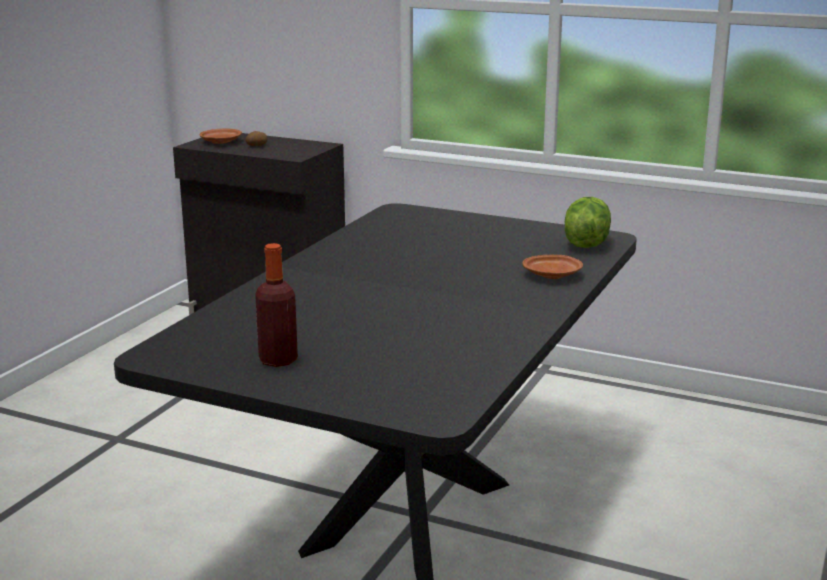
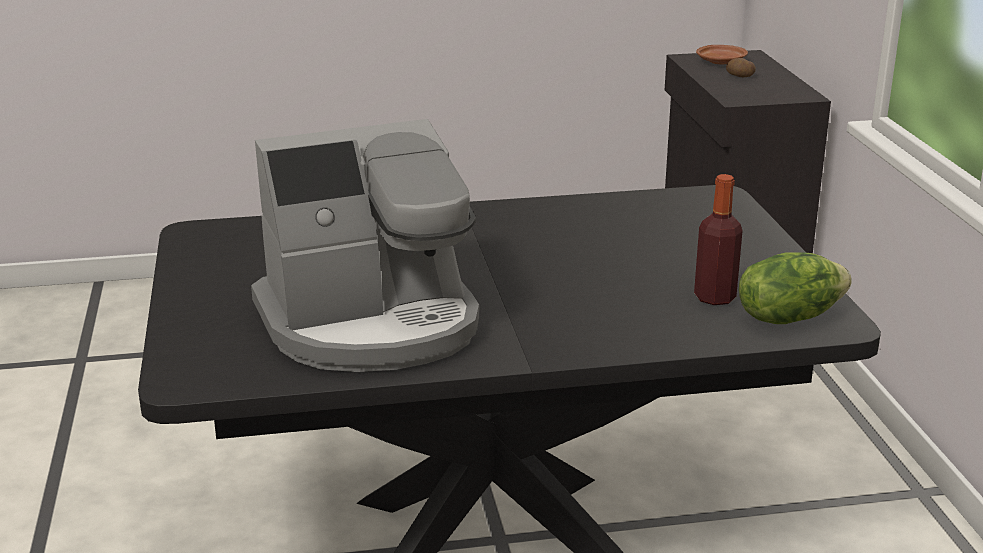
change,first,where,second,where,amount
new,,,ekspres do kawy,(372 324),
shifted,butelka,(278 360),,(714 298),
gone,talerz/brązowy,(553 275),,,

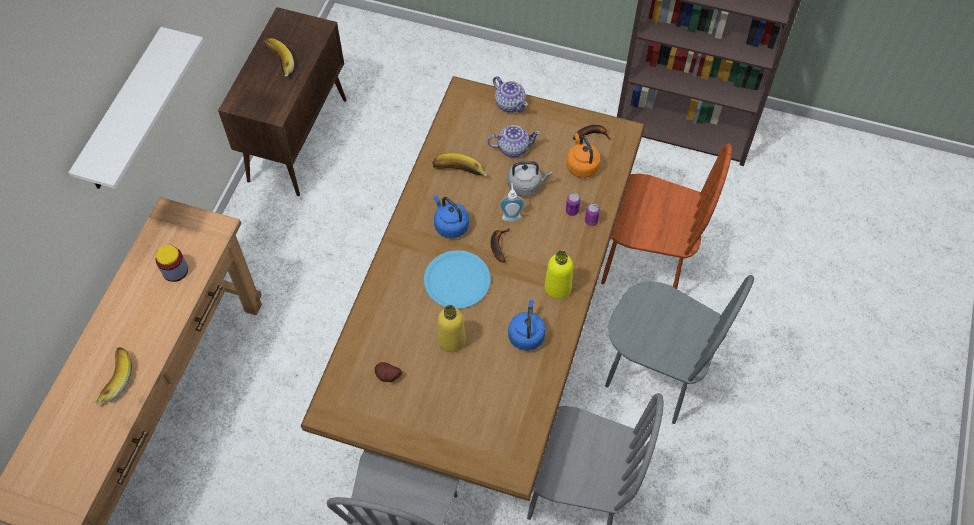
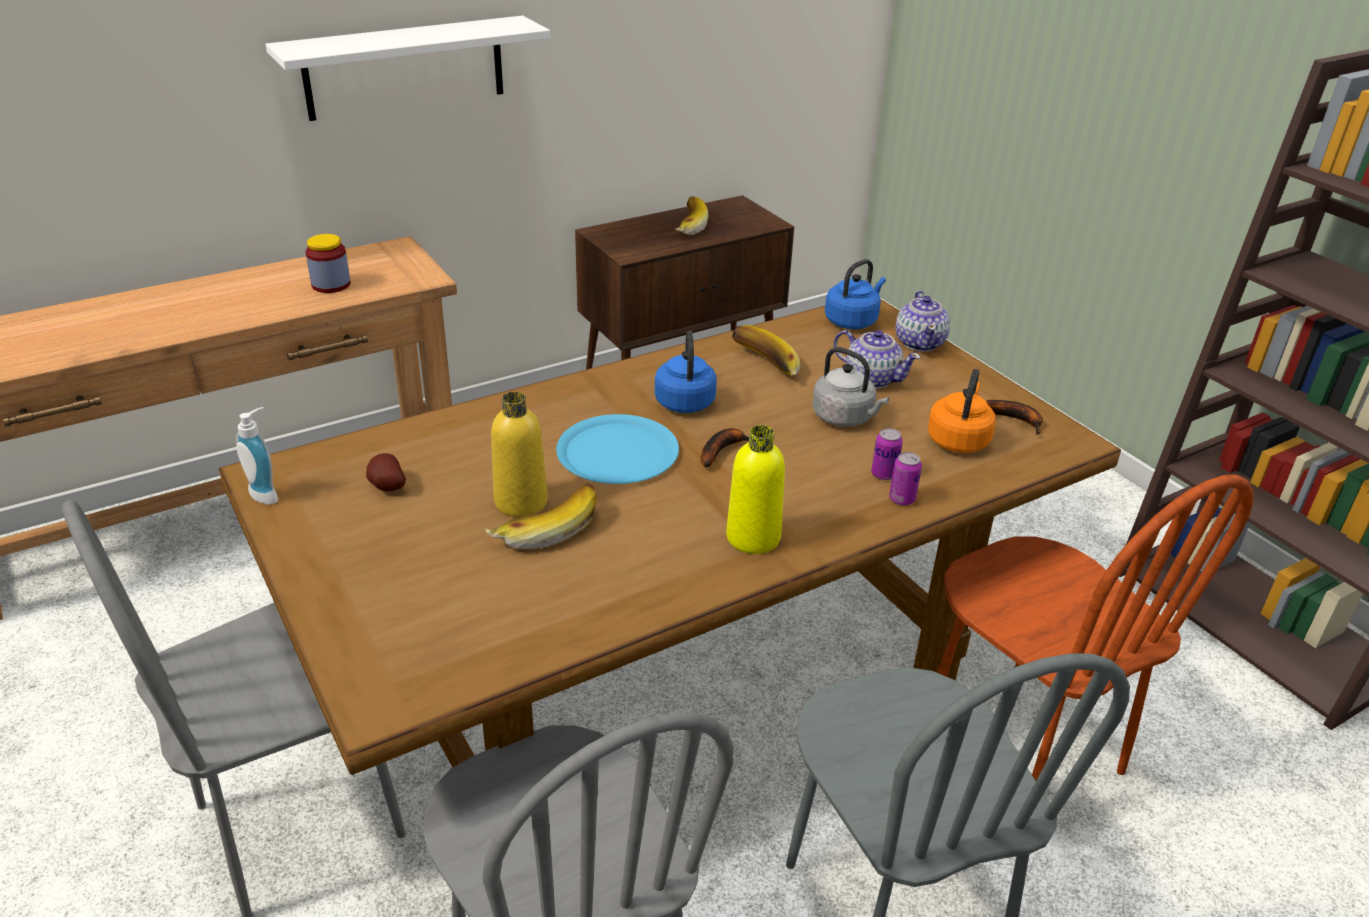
change,first,where,second,where,amount
shifted,dozownik mydła,(511 216),,(267 494),
shifted,banan,(113 379),,(545 527),
shifted,czajnik/niebieski,(526 334),,(852 321),

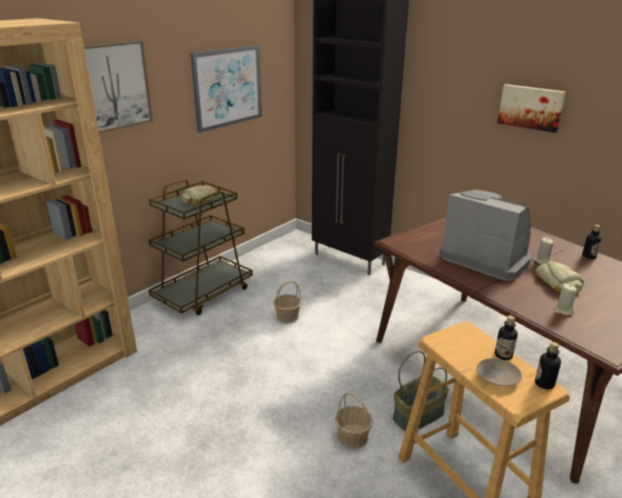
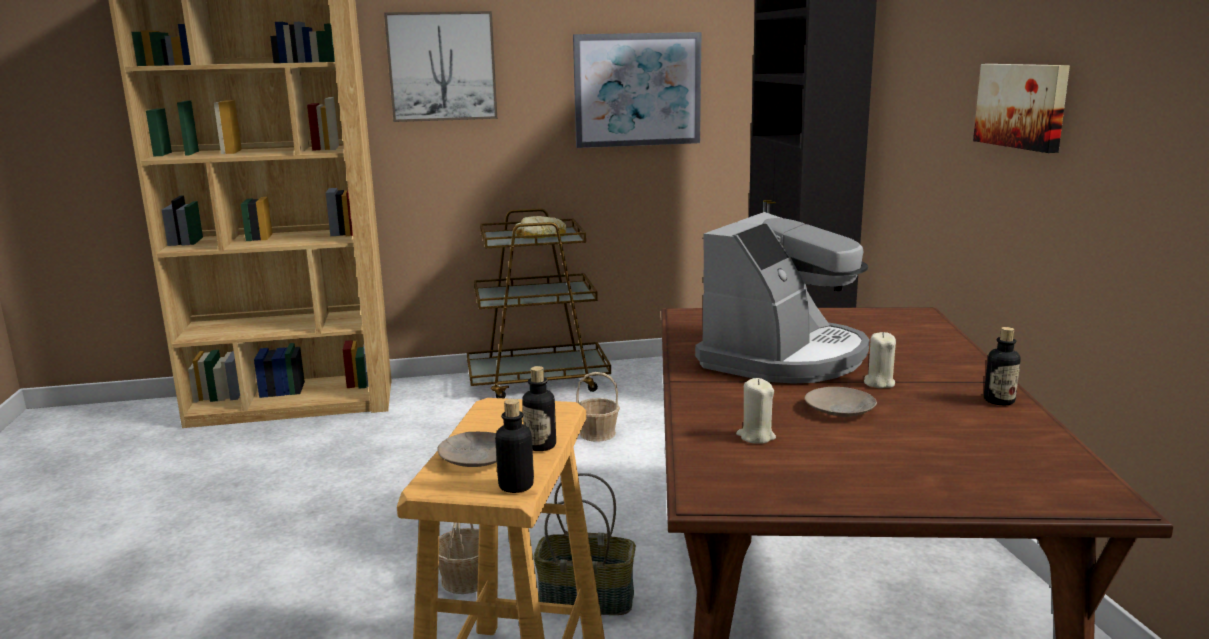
change,first,where,second,where,amount
rotated,ekspres do kawy,(486 258),,(784 357),45 degrees clockwise
swapped,chleb,(558 282),talerz/beżowy,(840 410),

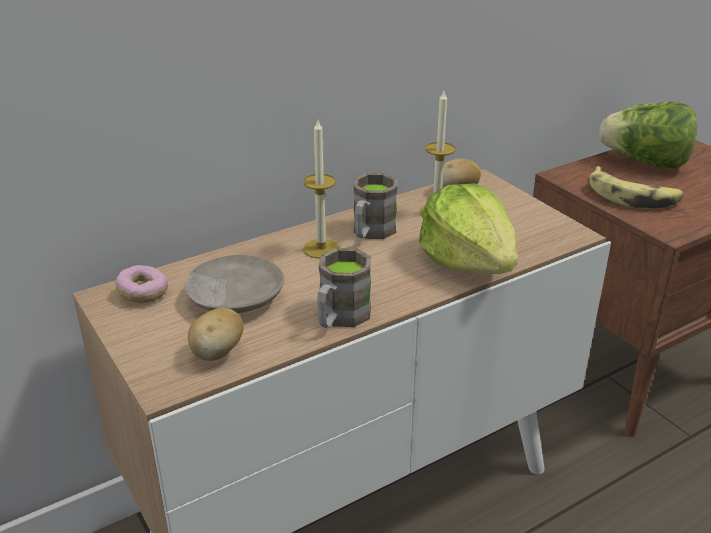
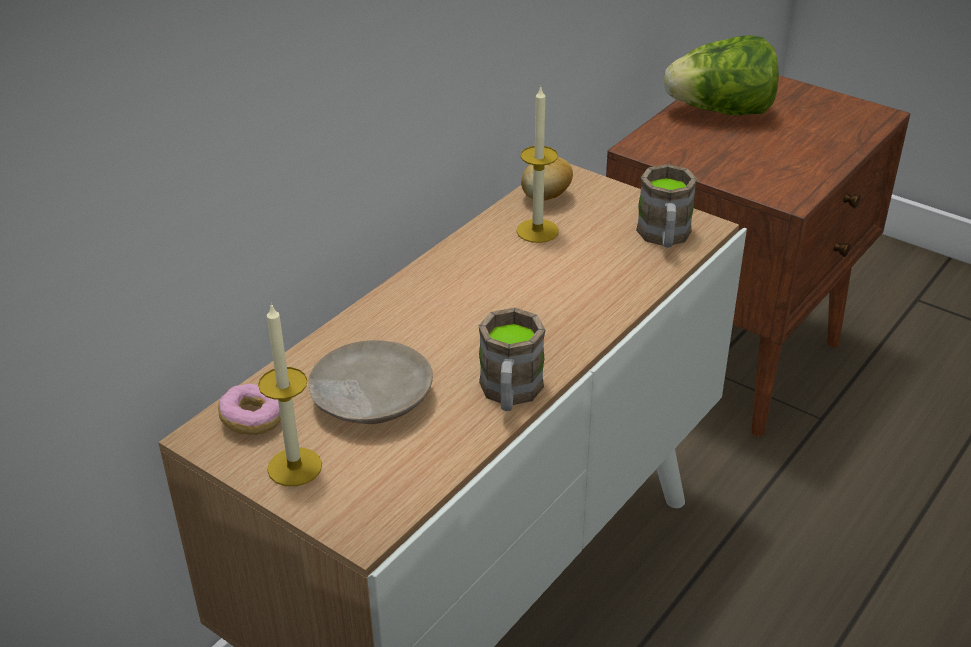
change,first,where,second,where,amount
shifted,świeca,(321 248),,(294 467),
shifted,kubek/brązowy,(370 232),,(664 237),
gone,ziemniak,(217 353),,,
gone,sałata,(468 261),,,
gone,banan,(632 197),,,

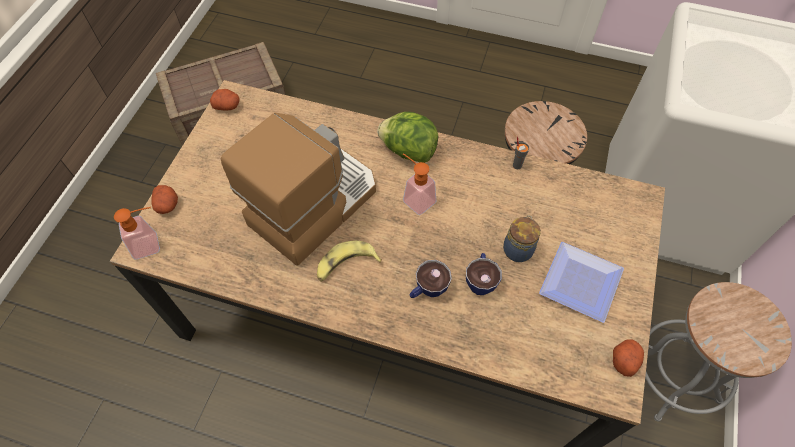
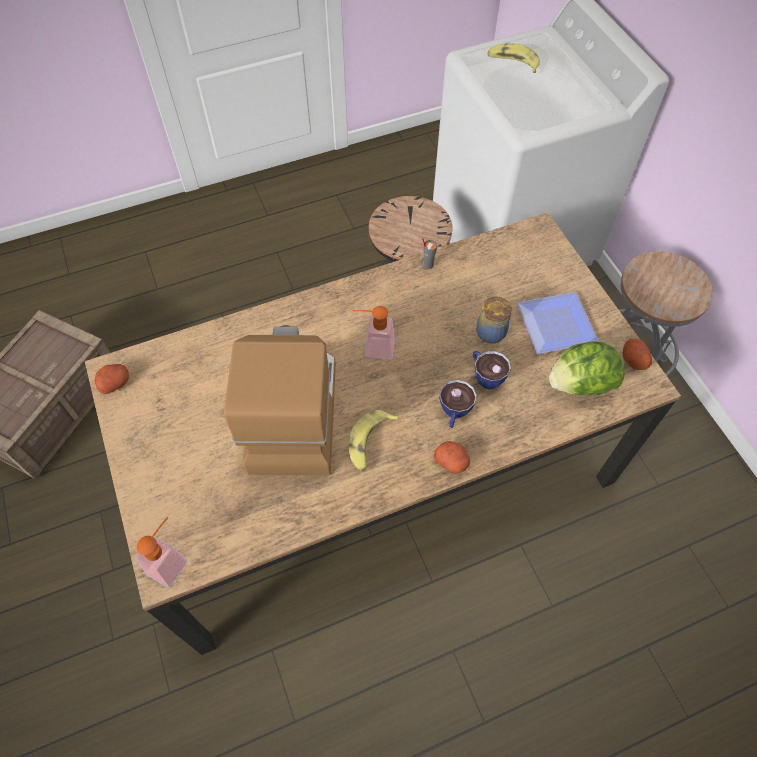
change,first,where,second,where,amount
shifted,ziemniak,(167 205),,(452 461),
new,,,banan,(512 63),
shifted,sałata,(408 150),,(580 384),

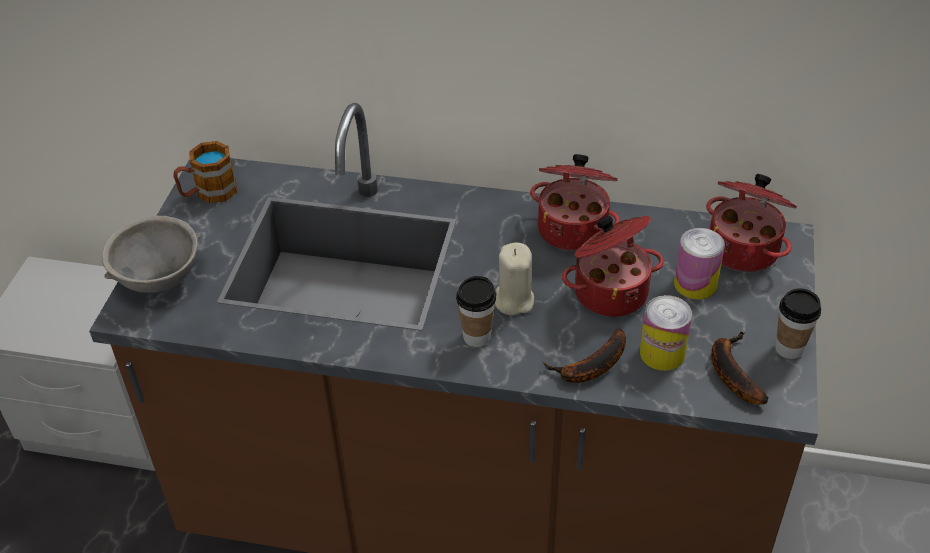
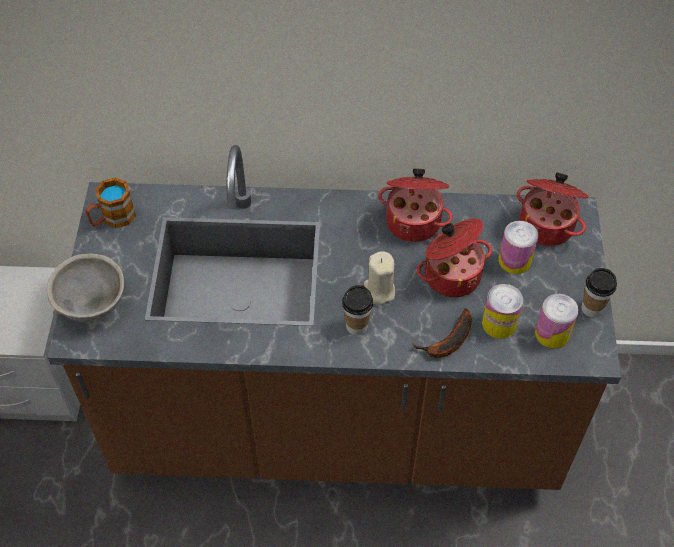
change,first,where,second,where,amount
swapped,banan,(731 372),puszka,(552 333),

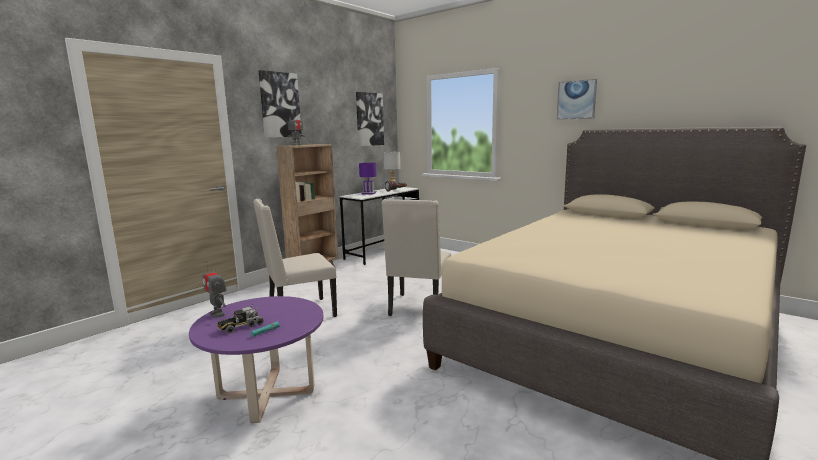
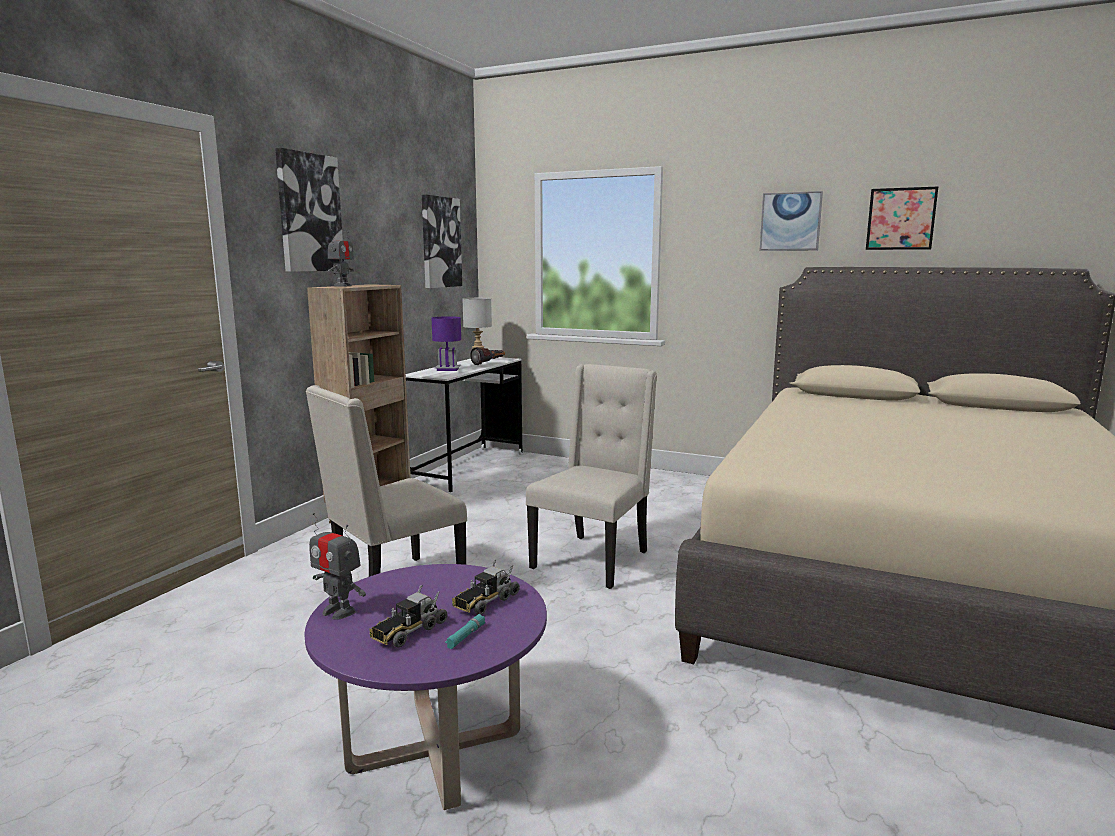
change,first,where,second,where,amount
new,,,ciężarówka zabawkowa,(485 602),
rotated,krzesło/beżowy,(418 307),,(592 559),150 degrees counterclockwise
new,,,obraz,(901 219),

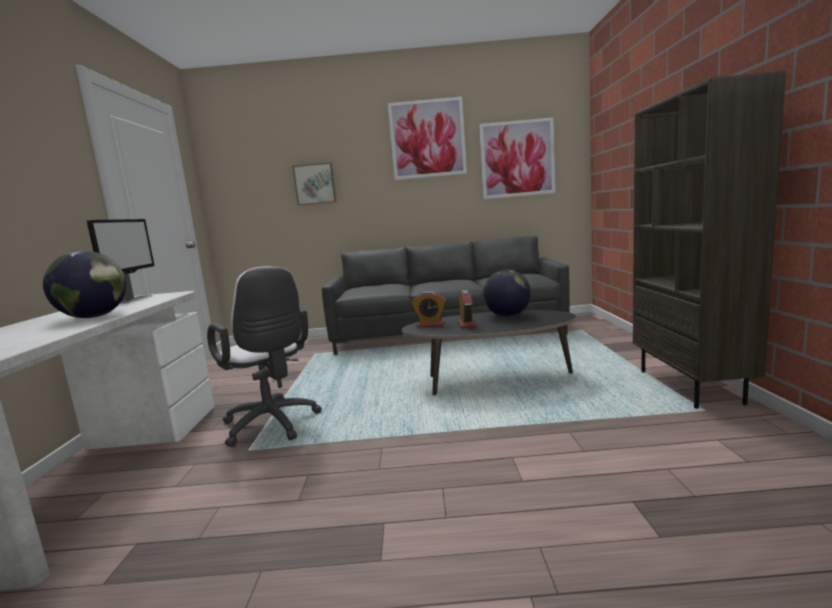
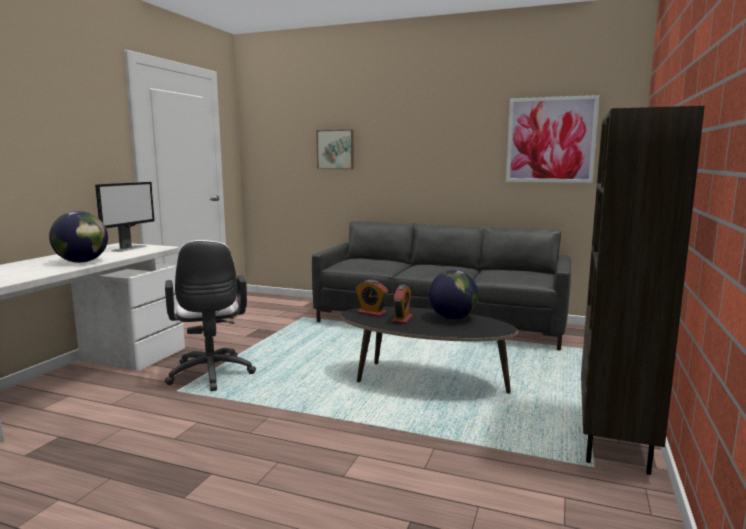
change,first,where,second,where,amount
gone,obraz,(427 139),,,

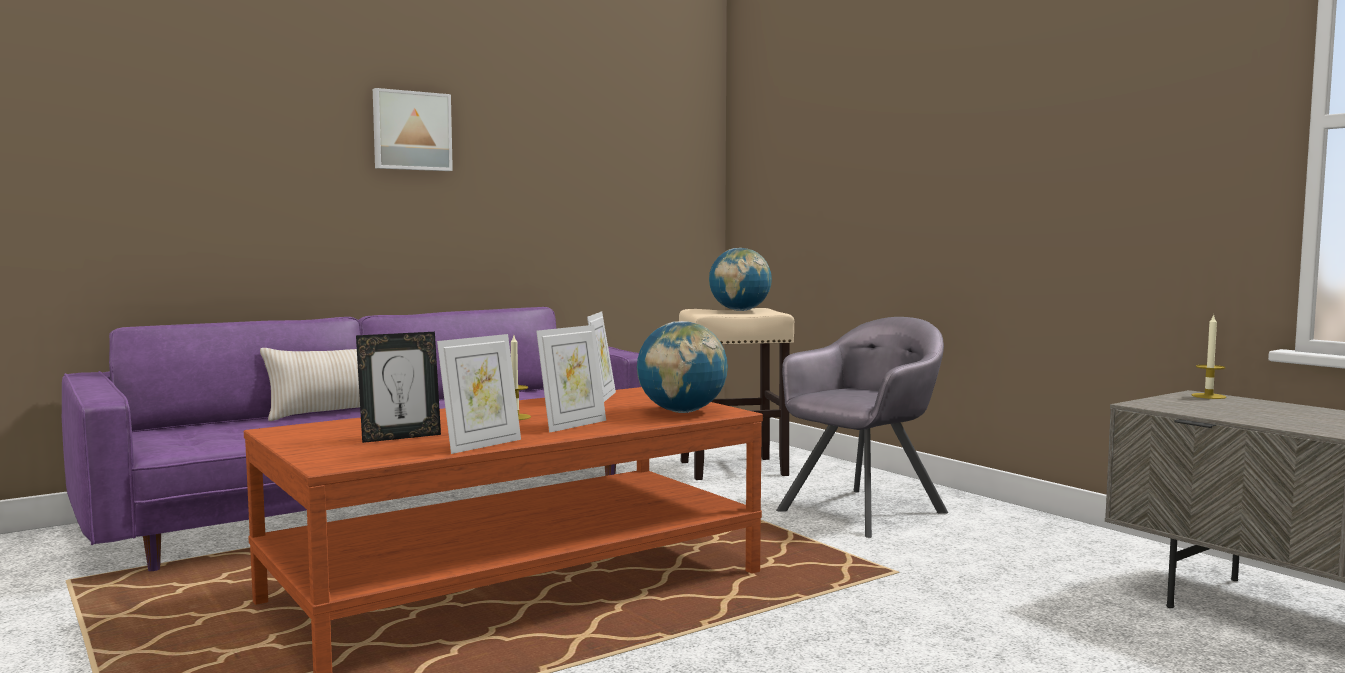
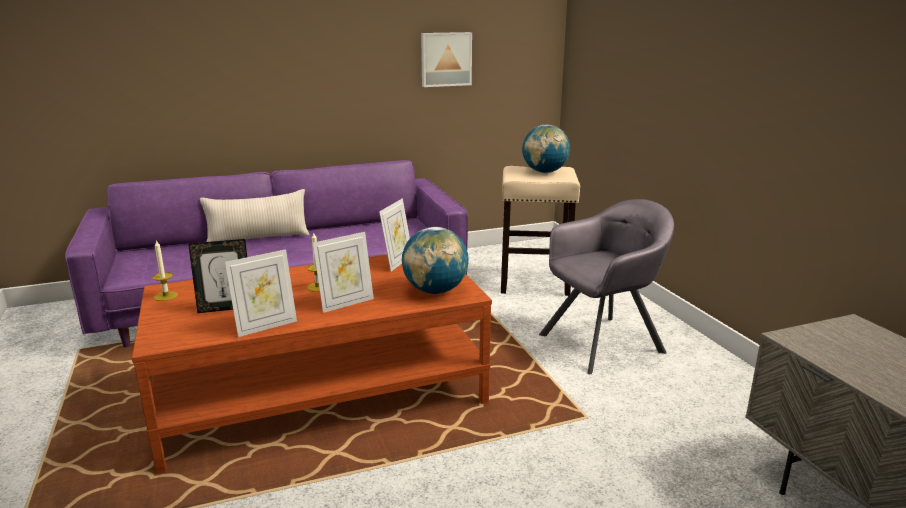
change,first,where,second,where,amount
shifted,świeca,(1208 396),,(166 296),
shifted,obraz,(411 131),,(445 59),

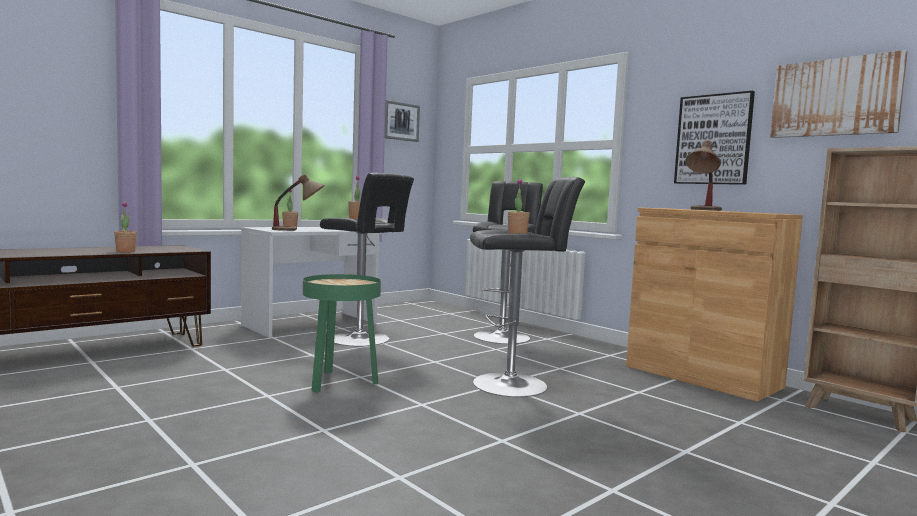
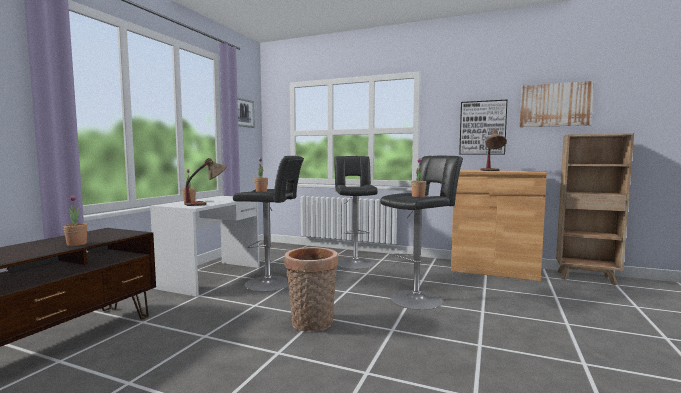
change,first,where,second,where,amount
swapped,stolik/zielony,(340 382),koszyk,(311 324),

